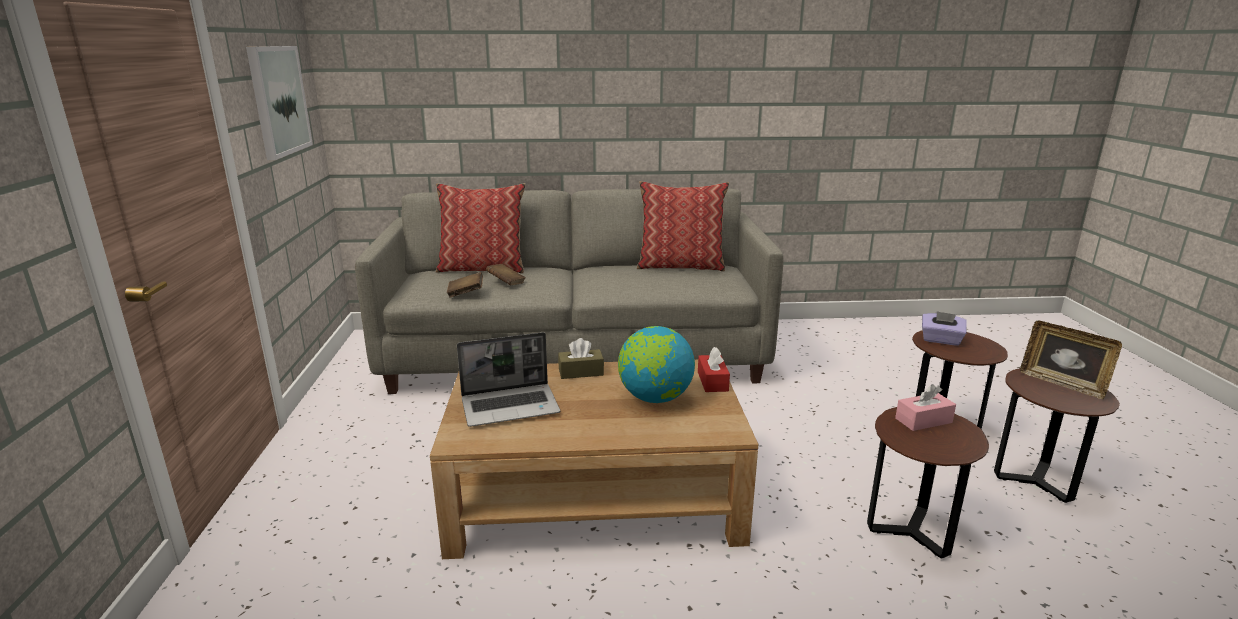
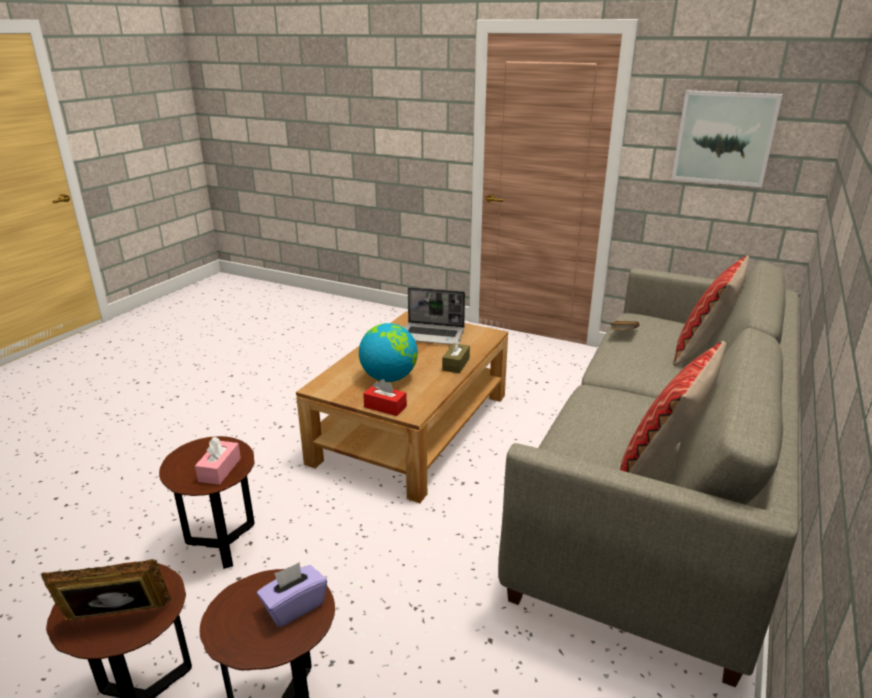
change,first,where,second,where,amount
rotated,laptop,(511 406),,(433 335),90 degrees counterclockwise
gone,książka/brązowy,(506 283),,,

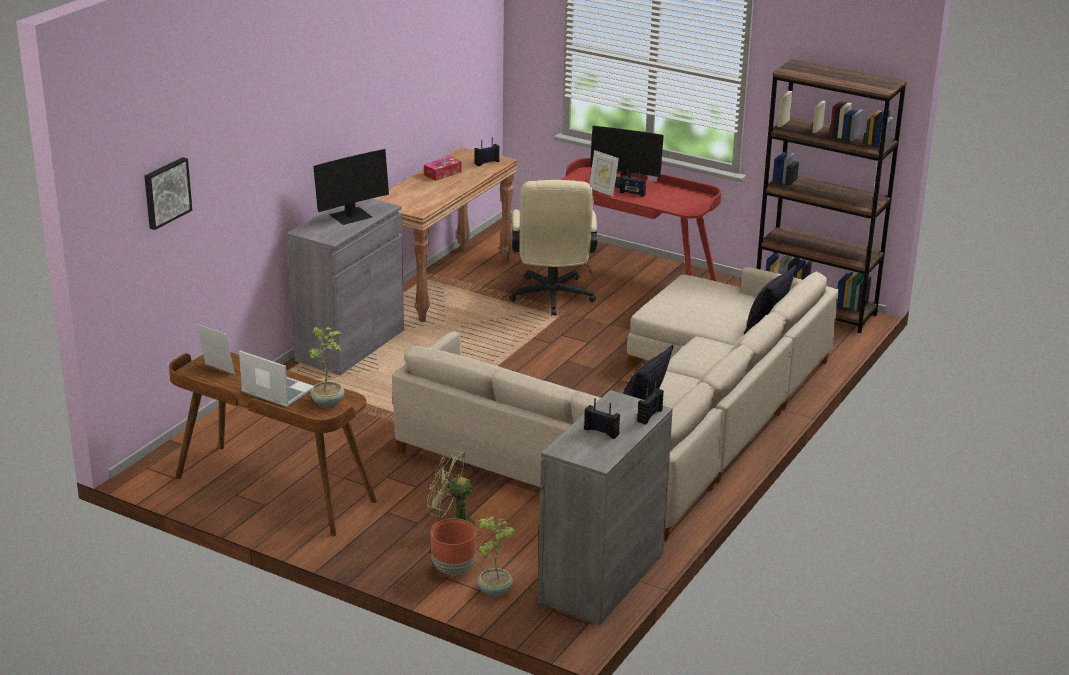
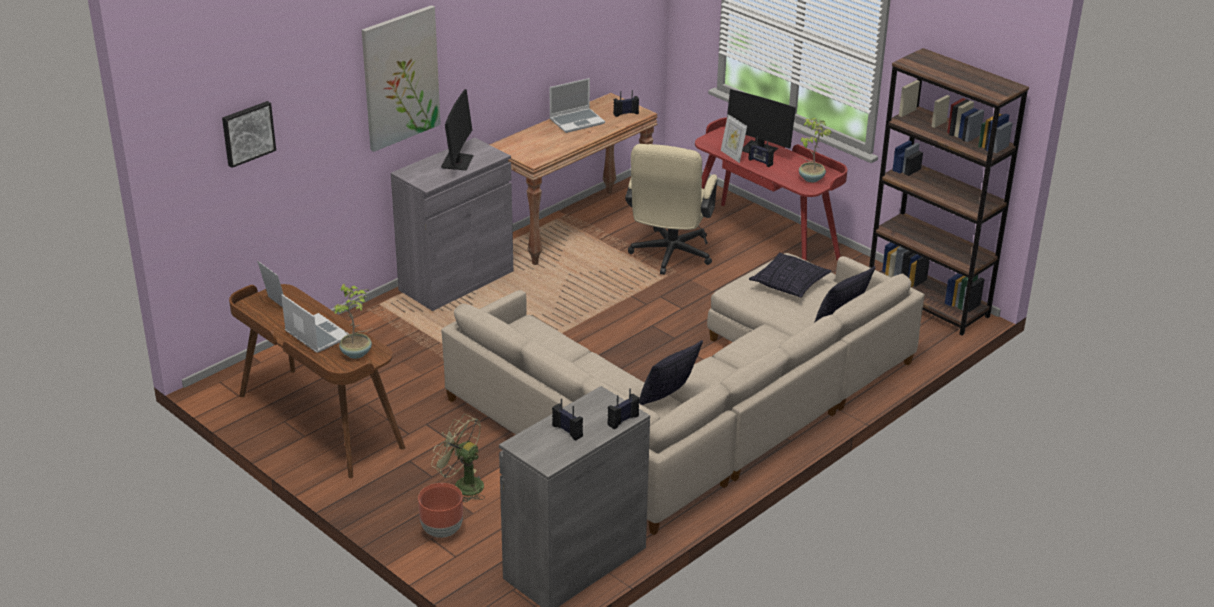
change,first,where,second,where,amount
new,,,obraz,(400 78),
rotated,monitor,(351 217),,(457 162),60 degrees counterclockwise
swapped,pudełko chusteczek,(442 173),laptop,(577 121),
new,,,poduszka,(789 284),
shifted,roślina doniczkowa,(494 590),,(810 178),

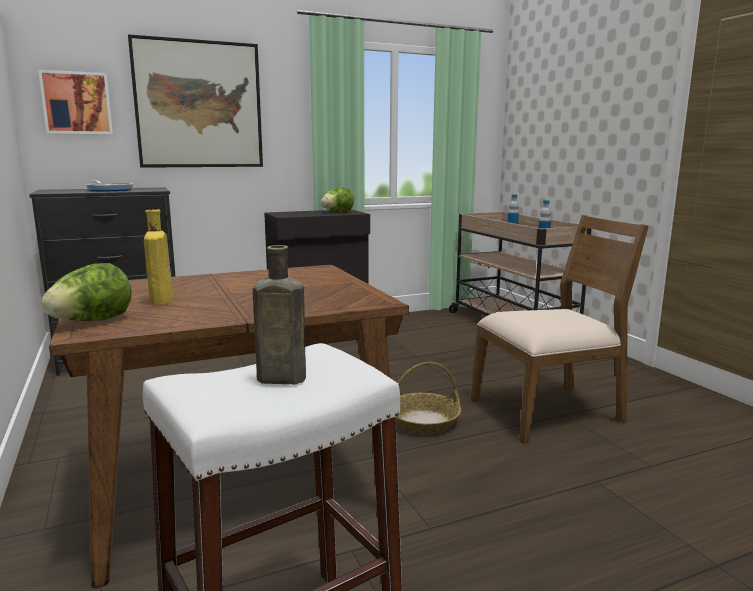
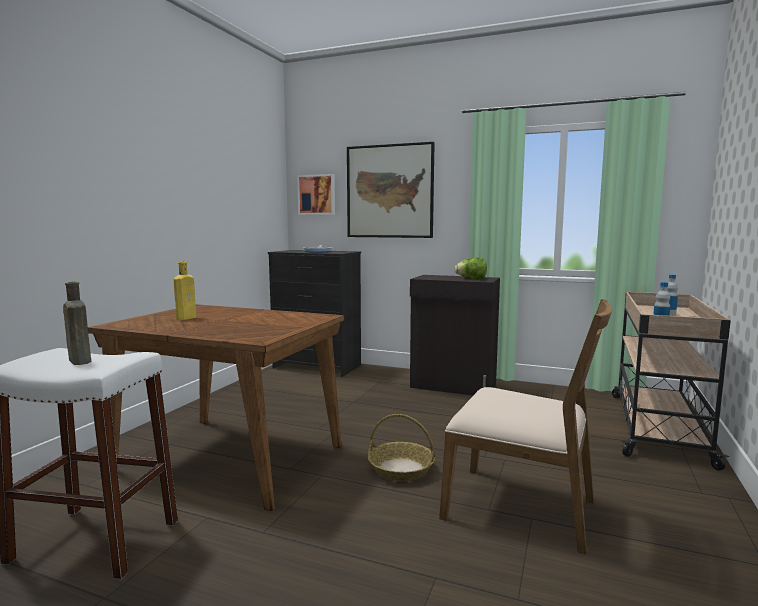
change,first,where,second,where,amount
gone,sałata,(92 321),,,

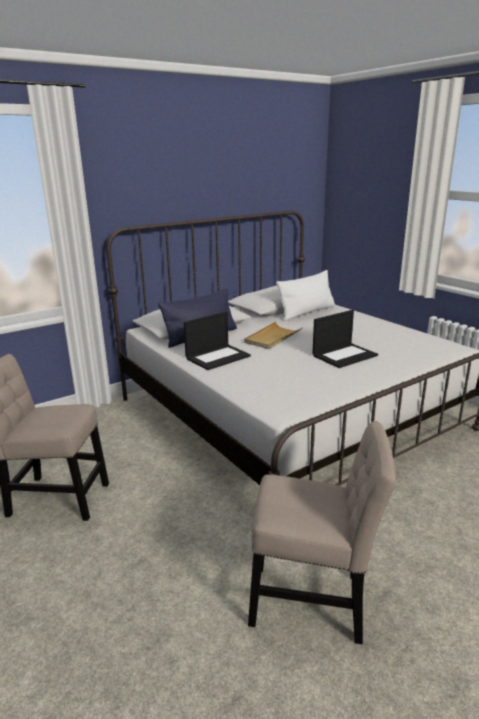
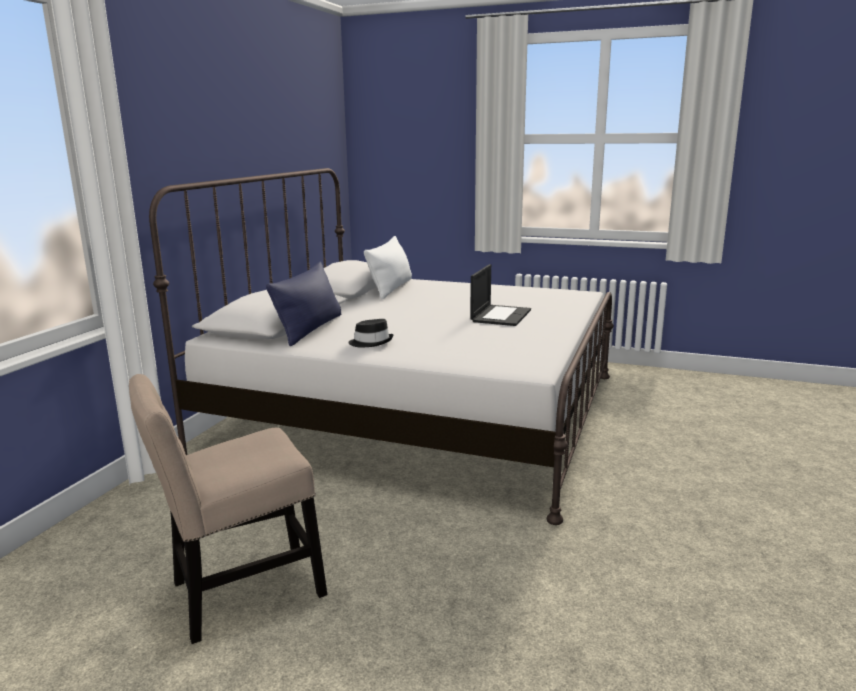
change,first,where,second,where,amount
swapped,laptop,(218 357),kapelusz/czarny,(371 342),
gone,taca/beżowy,(272 338),,,
gone,krzesło/beżowy,(313 601),,,

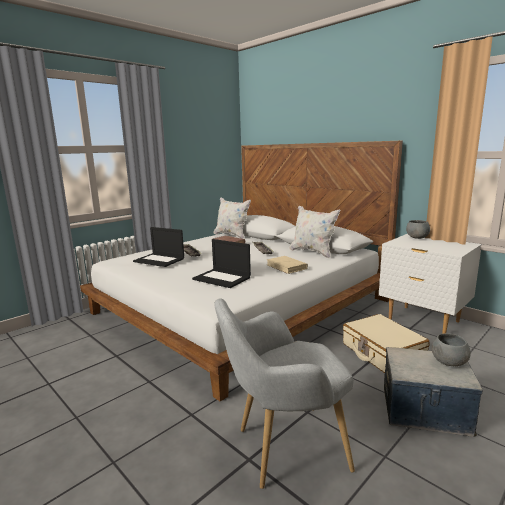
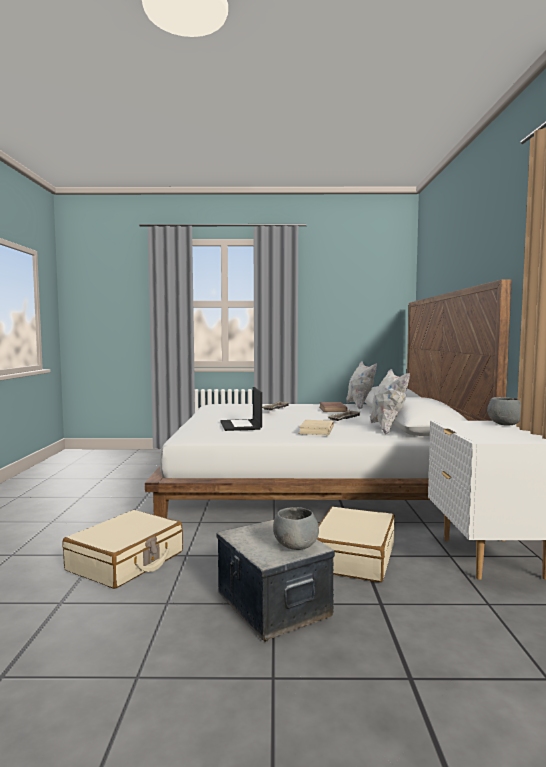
change,first,where,second,where,amount
swapped,fotel/szary,(283 448),walizka/beżowy,(126 561),
gone,laptop,(160 260),,,

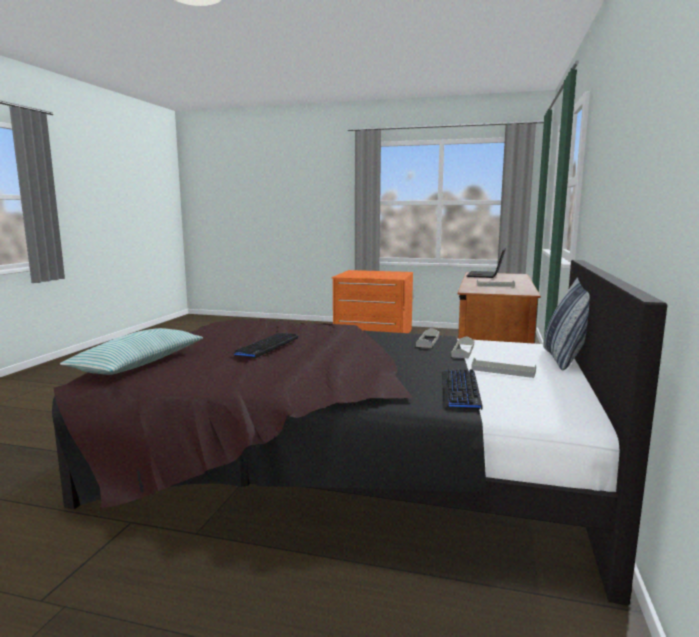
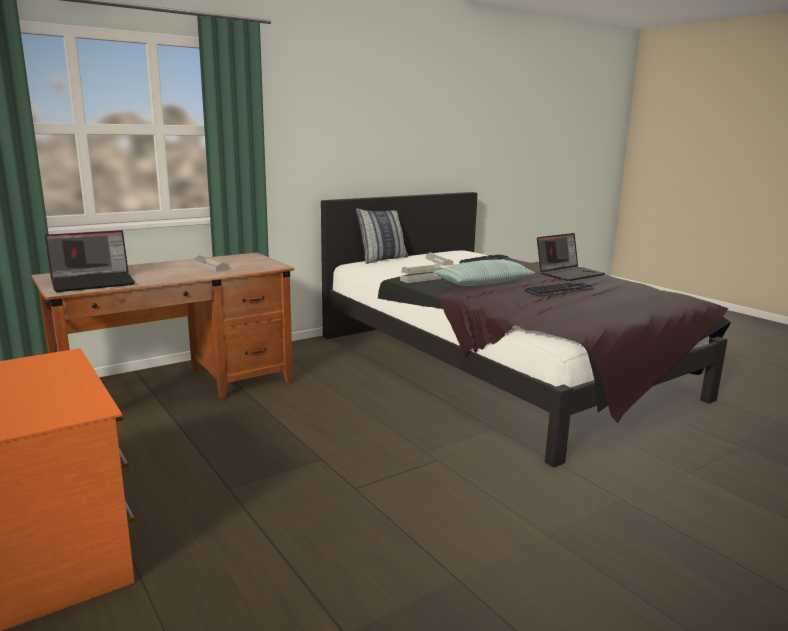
change,first,where,second,where,amount
shifted,poduszka,(139 364),,(483 283),
new,,,laptop,(569 273),

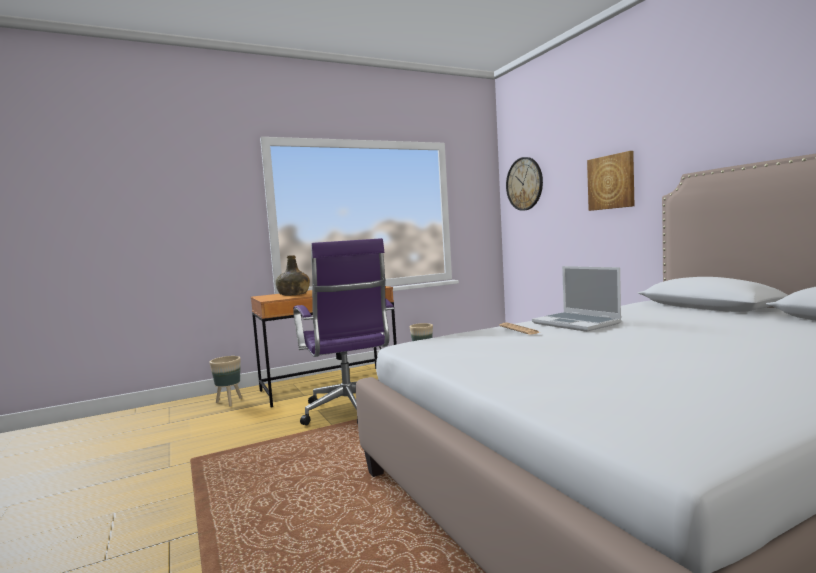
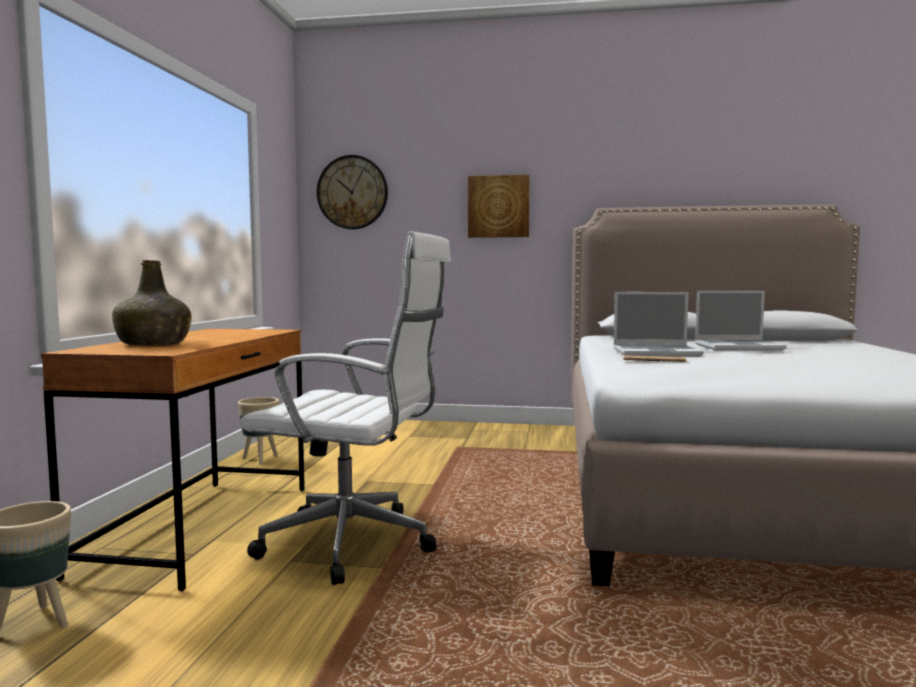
change,first,where,second,where,amount
repainted,krzesło biurowe/fioletowy,(349 412),krzesło biurowe/biały,(355 545),
new,,,laptop,(739 347),

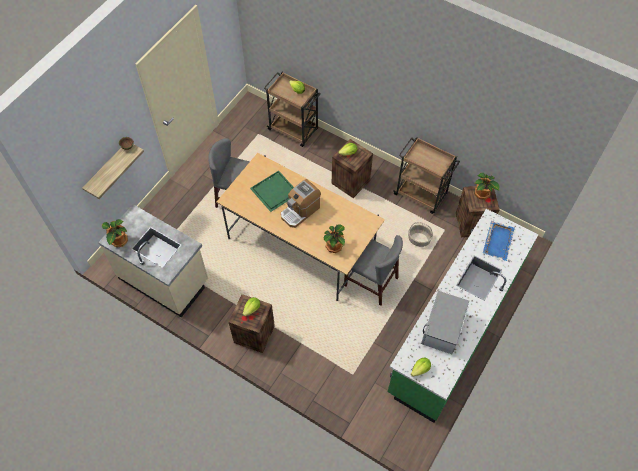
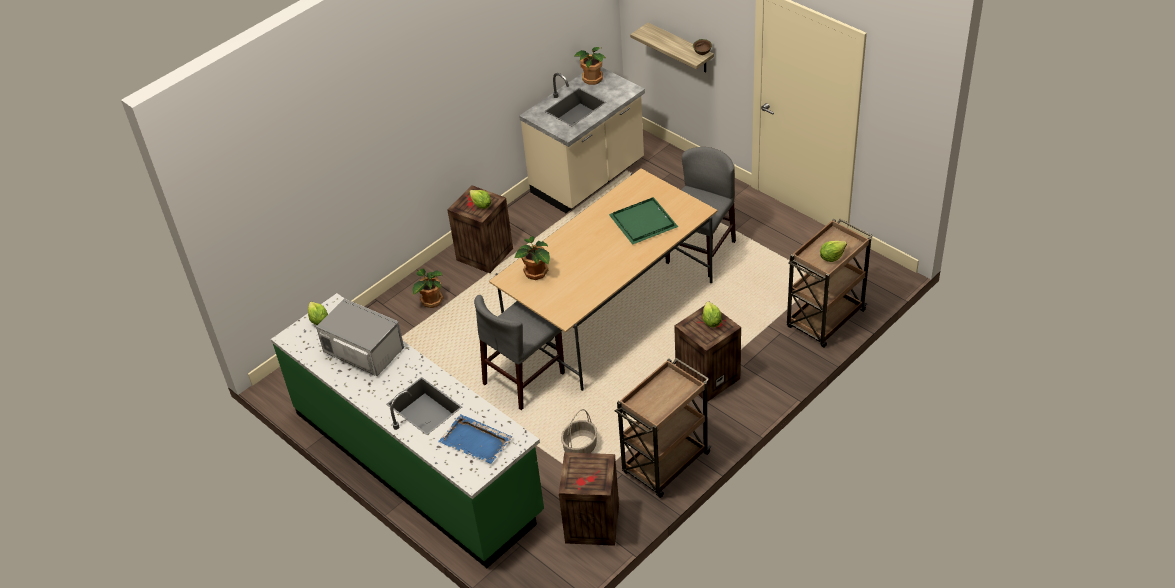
change,first,where,second,where,amount
shifted,roślina doniczkowa,(482 194),,(431 301),
gone,ekspres do kawy,(300 211),,,

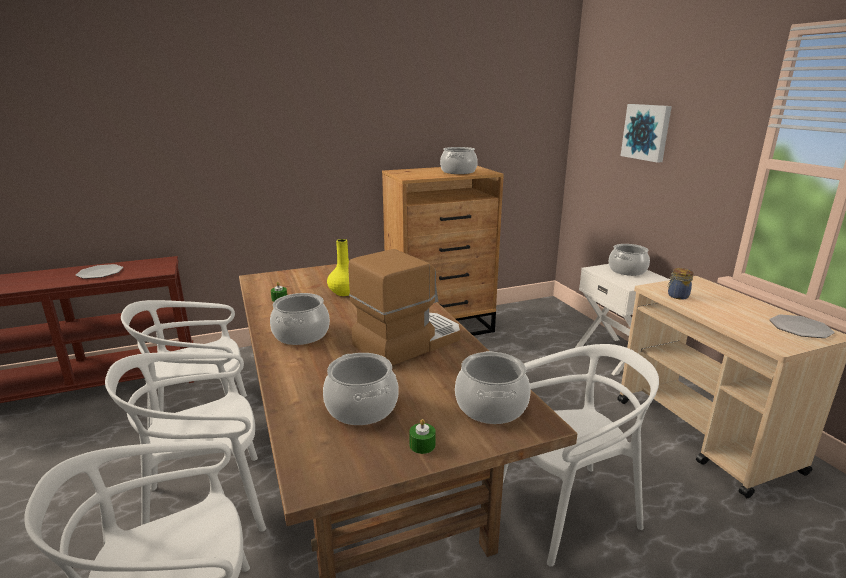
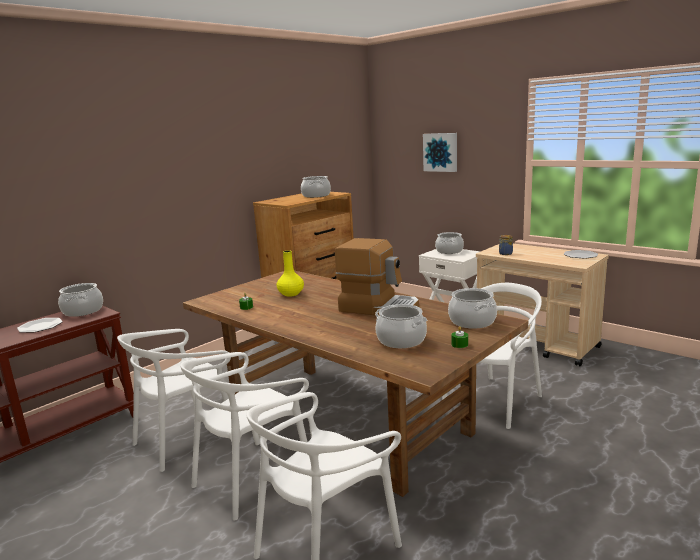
change,first,where,second,where,amount
shifted,garnek,(301 334),,(83 311),
rotated,ekspres do kawy,(407 341),,(379 307),90 degrees clockwise

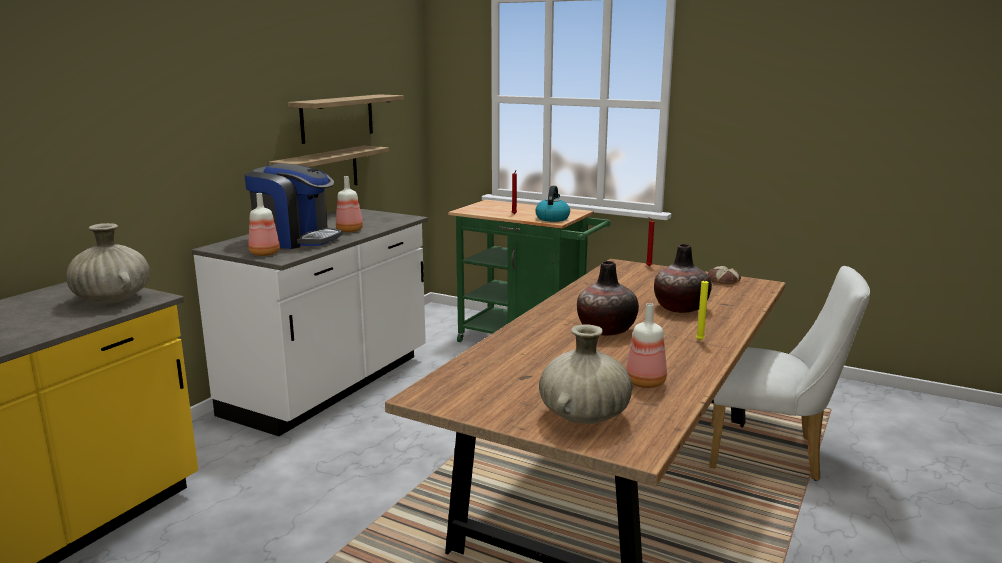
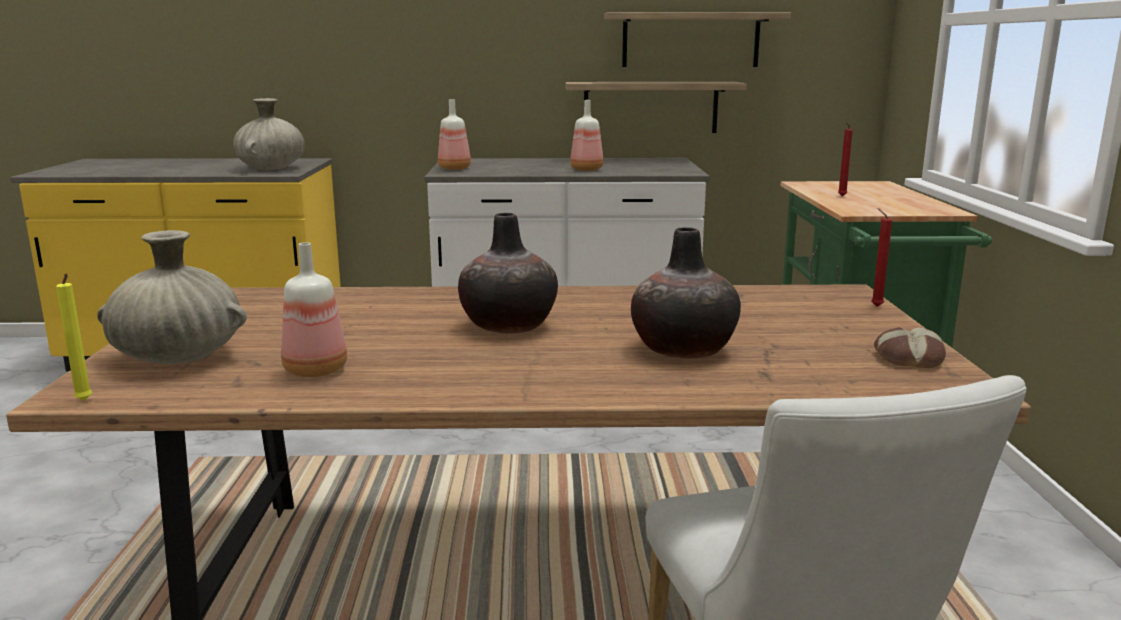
change,first,where,second,where,amount
shifted,świeca/żółty,(701 340),,(84 401),
gone,ekspres do kawy,(295 239),,,
gone,czajnik,(552 218),,,

